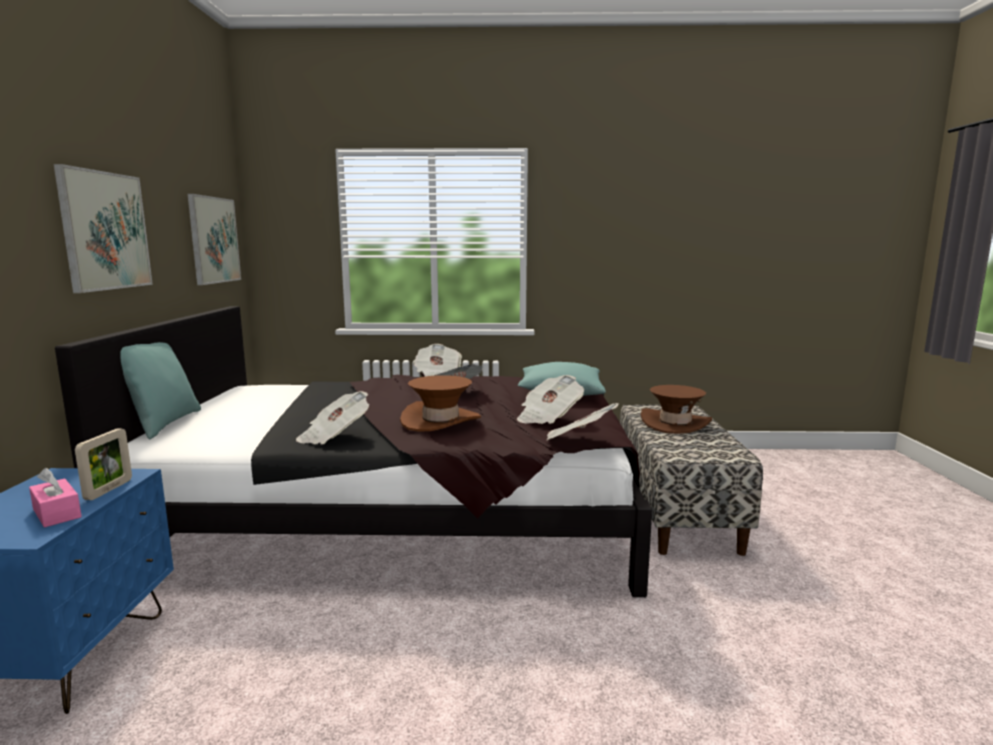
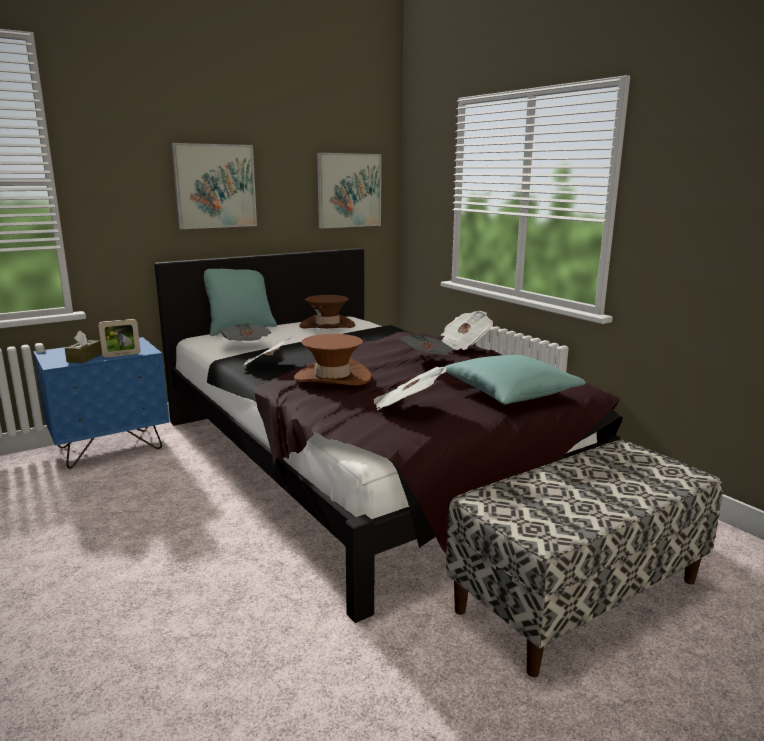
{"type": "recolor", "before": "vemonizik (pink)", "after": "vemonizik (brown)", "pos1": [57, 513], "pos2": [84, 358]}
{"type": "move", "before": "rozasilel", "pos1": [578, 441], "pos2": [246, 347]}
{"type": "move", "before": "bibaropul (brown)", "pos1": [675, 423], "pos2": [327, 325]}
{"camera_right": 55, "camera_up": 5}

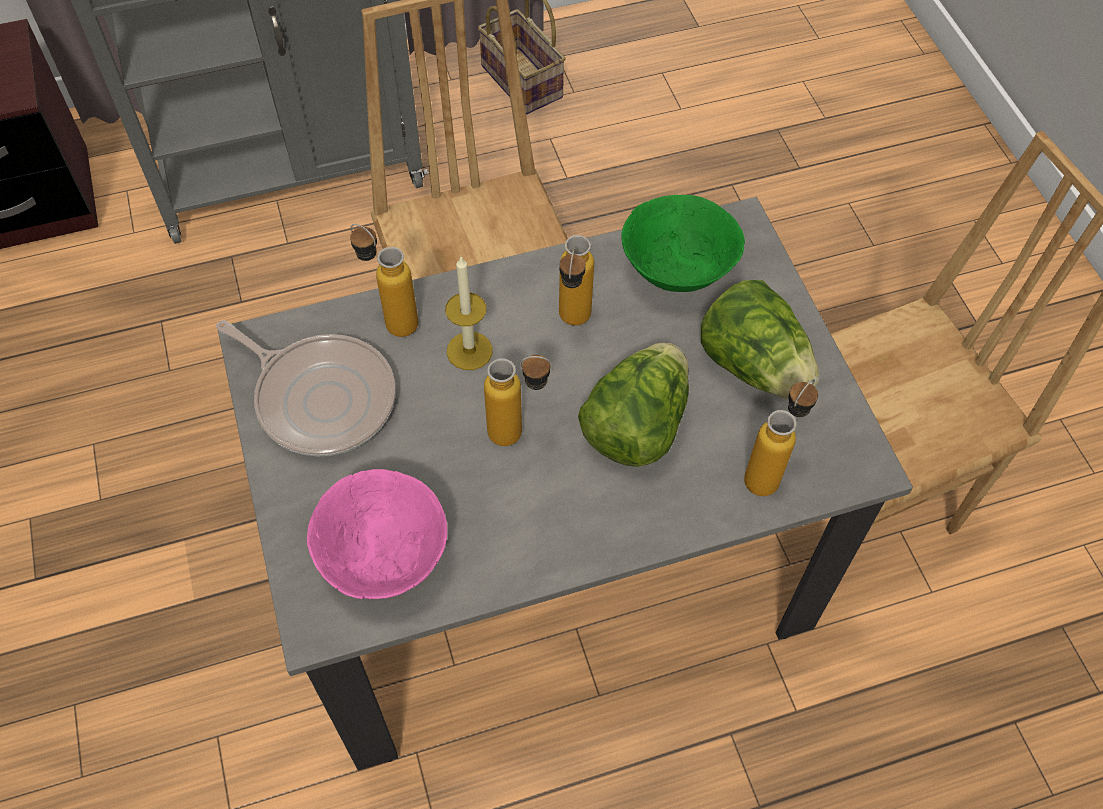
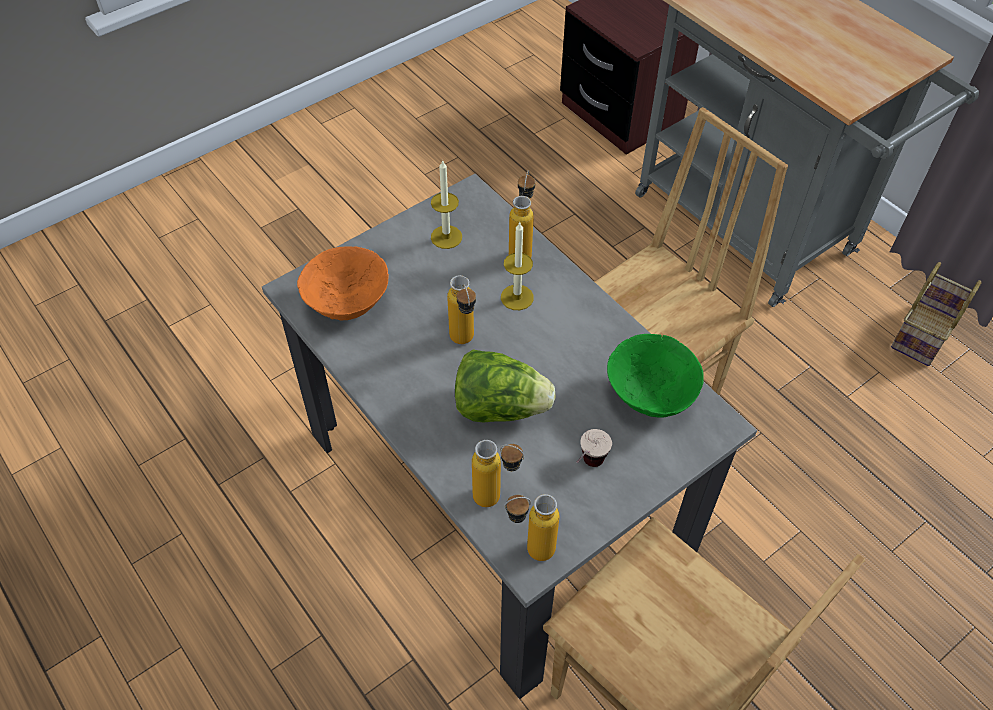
{"type": "replace", "before": "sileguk", "after": "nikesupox", "pos1": [321, 397], "pos2": [446, 237]}
{"type": "recolor", "before": "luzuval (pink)", "after": "luzuval (orange)", "pos1": [383, 558], "pos2": [347, 304]}
{"type": "move", "before": "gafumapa", "pos1": [572, 325], "pos2": [529, 551]}
{"type": "replace", "before": "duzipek", "after": "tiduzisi", "pos1": [754, 366], "pos2": [587, 467]}
{"camera_right": 70, "camera_up": -5}

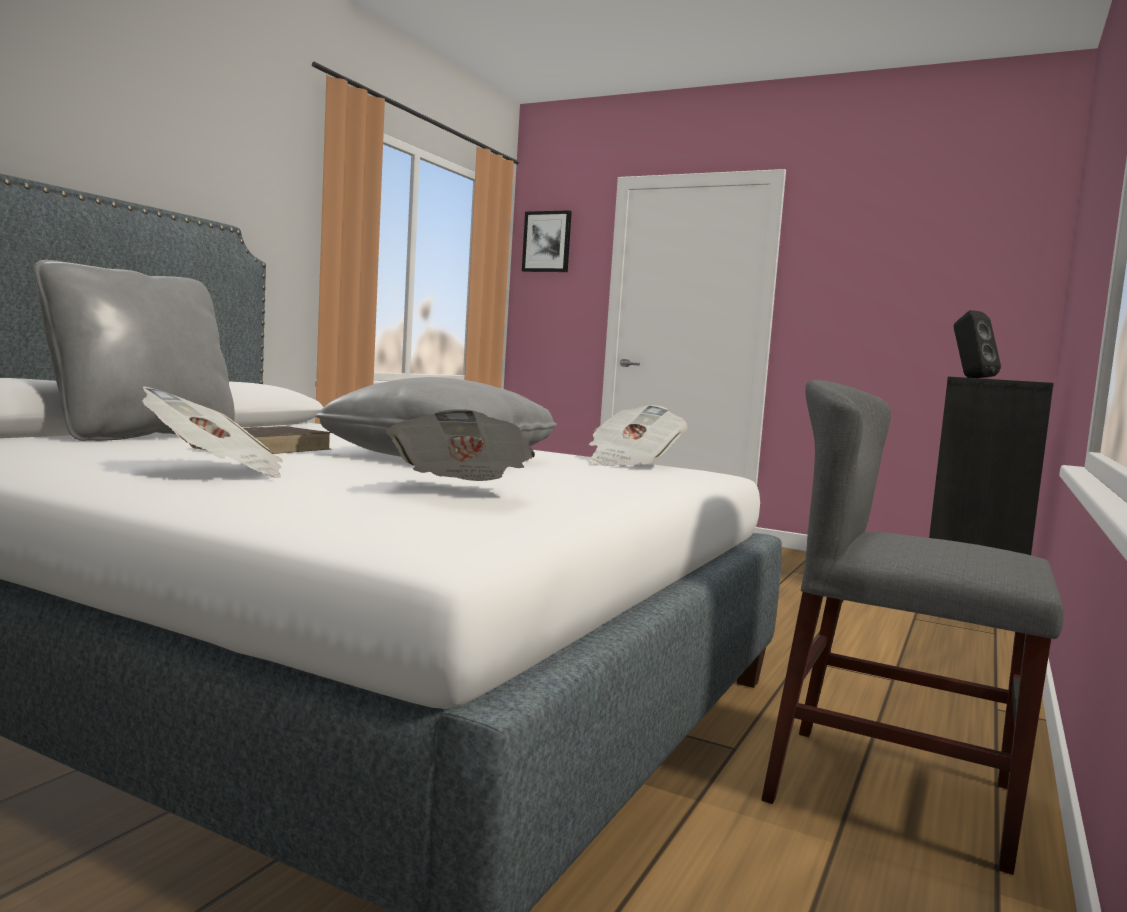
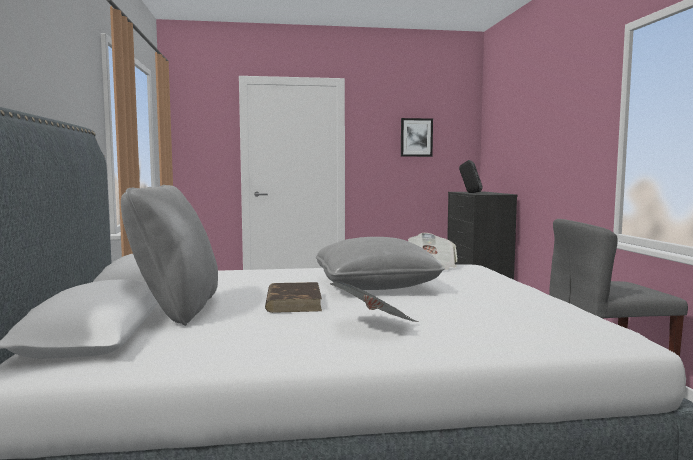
{"type": "delete", "before": "rozasilel", "pos1": [461, 490]}
{"type": "move", "before": "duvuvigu", "pos1": [547, 242], "pos2": [416, 137]}
{"camera_right": -35, "camera_up": 0}

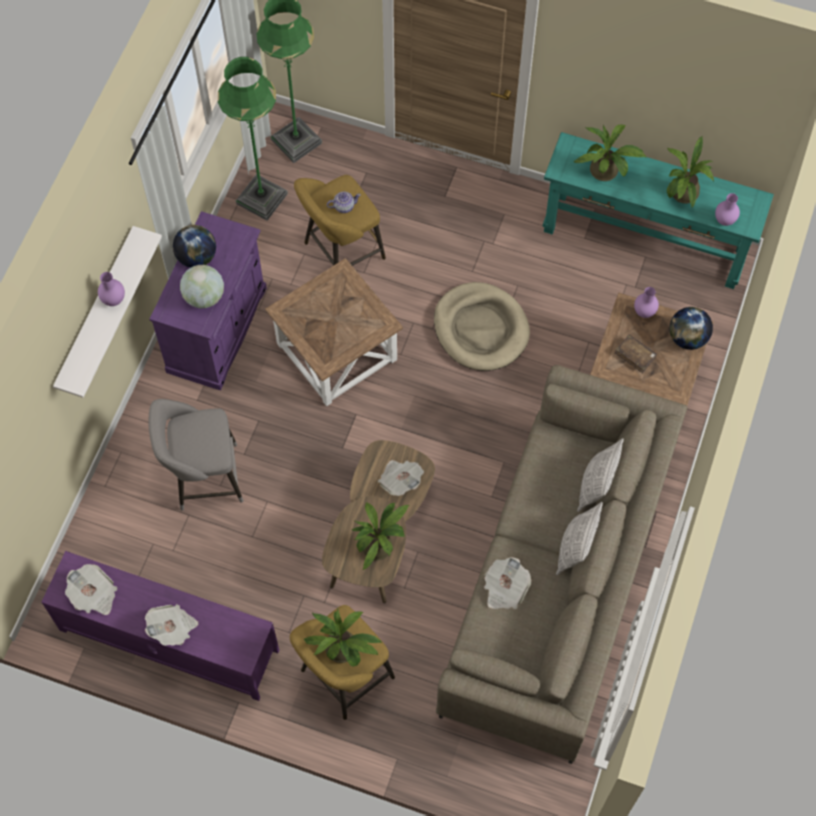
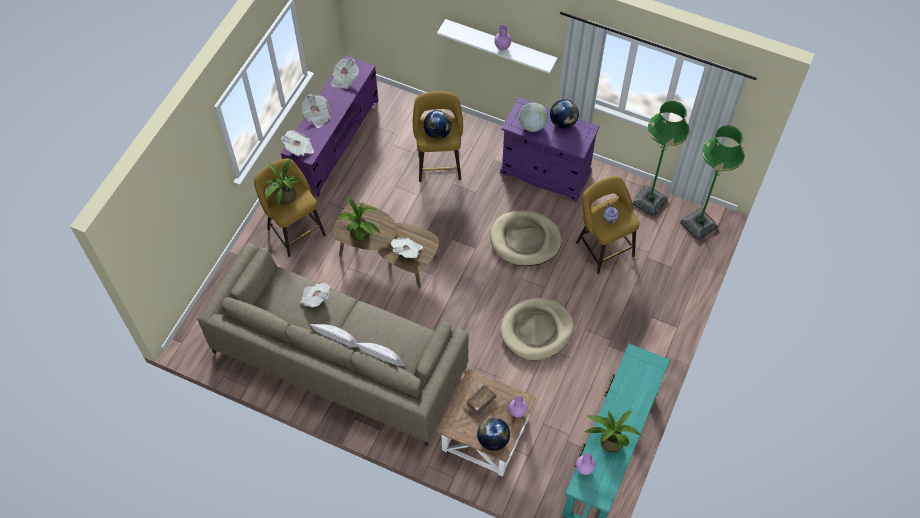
{"type": "recolor", "before": "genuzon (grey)", "after": "genuzon (yellow)", "pos1": [203, 477], "pos2": [439, 162]}
{"type": "replace", "before": "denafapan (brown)", "after": "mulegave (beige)", "pos1": [337, 350], "pos2": [525, 240]}
{"type": "delete", "before": "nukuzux", "pos1": [607, 172]}
{"type": "insert", "after": "rozasilel", "pos2": [299, 148]}
{"type": "insert", "after": "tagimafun", "pos2": [438, 133]}
{"camera_right": 95, "camera_up": -5}

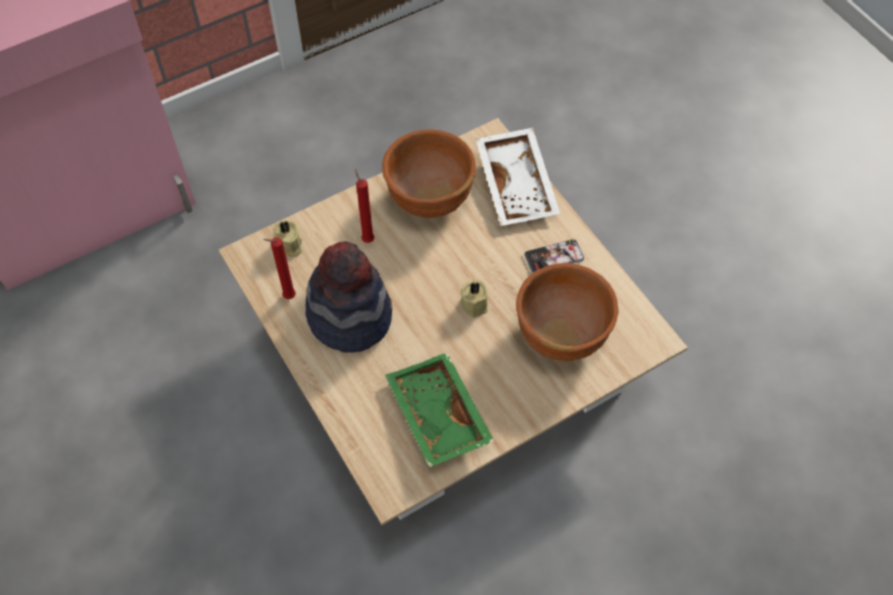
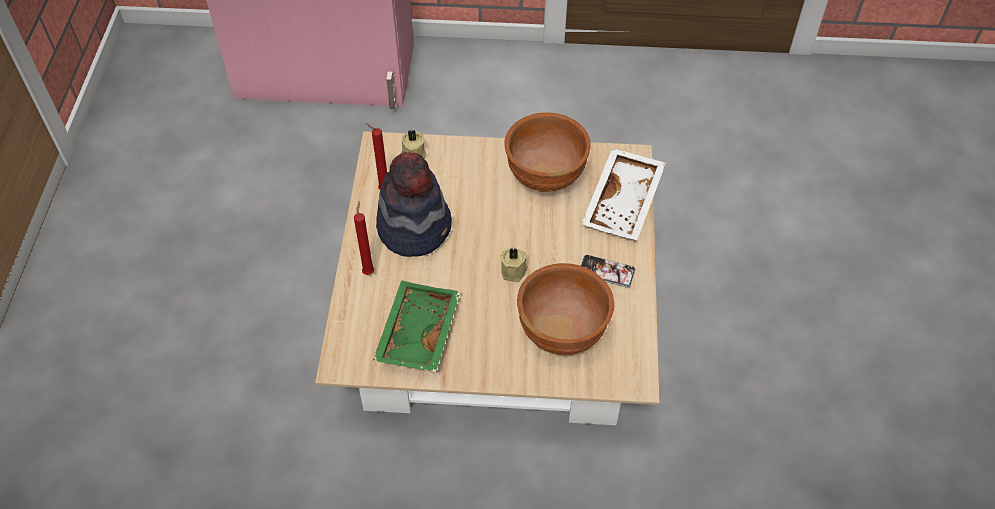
{"type": "move", "before": "nikesupox (red)", "pos1": [367, 239], "pos2": [369, 271]}
{"camera_right": 35, "camera_up": -5}

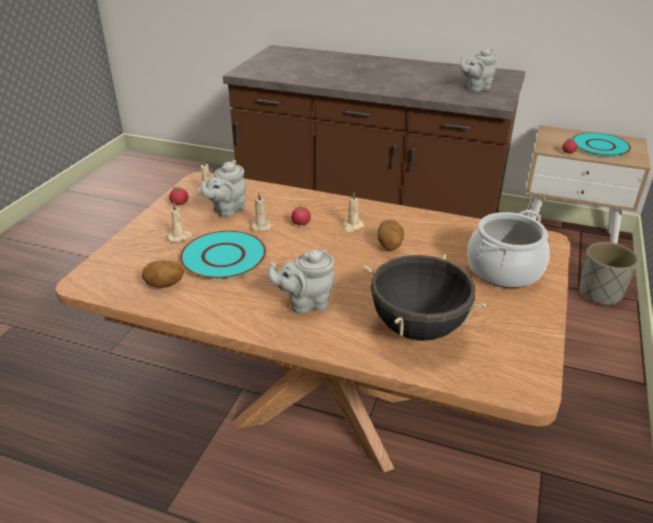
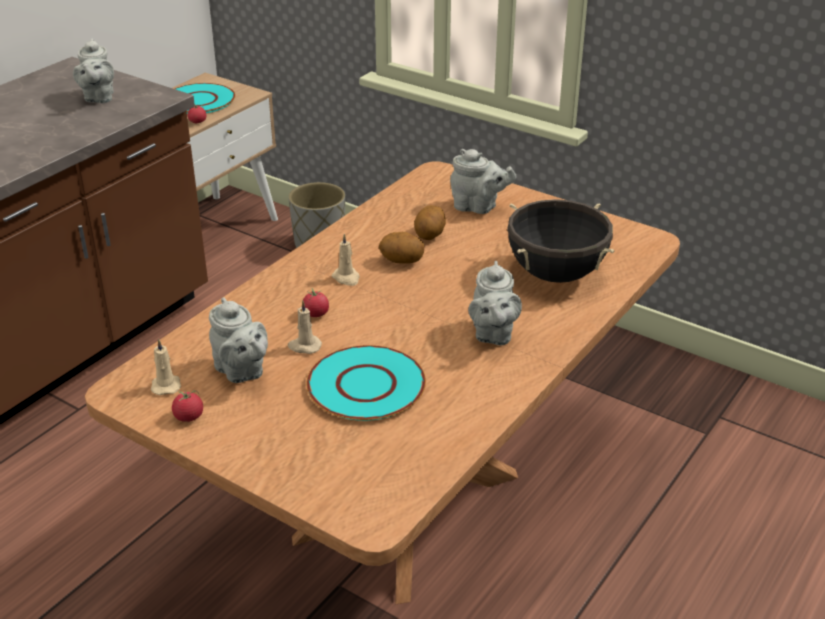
{"type": "move", "before": "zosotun", "pos1": [165, 285], "pos2": [430, 235]}
{"type": "delete", "before": "nikesupox (beige)", "pos1": [180, 237]}
{"type": "replace", "before": "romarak", "after": "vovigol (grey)", "pos1": [503, 270], "pos2": [478, 207]}
{"camera_right": -75, "camera_up": 0}

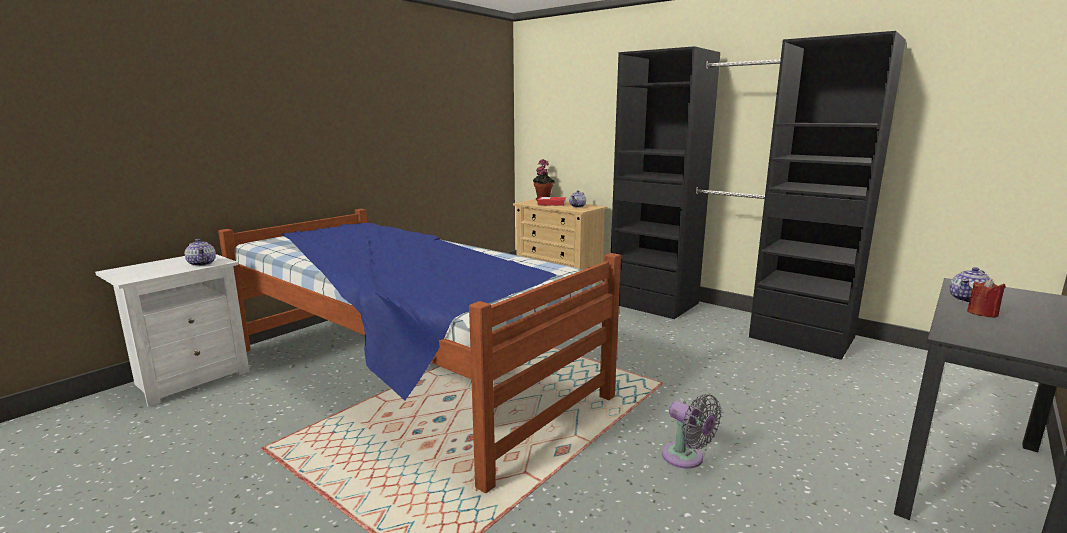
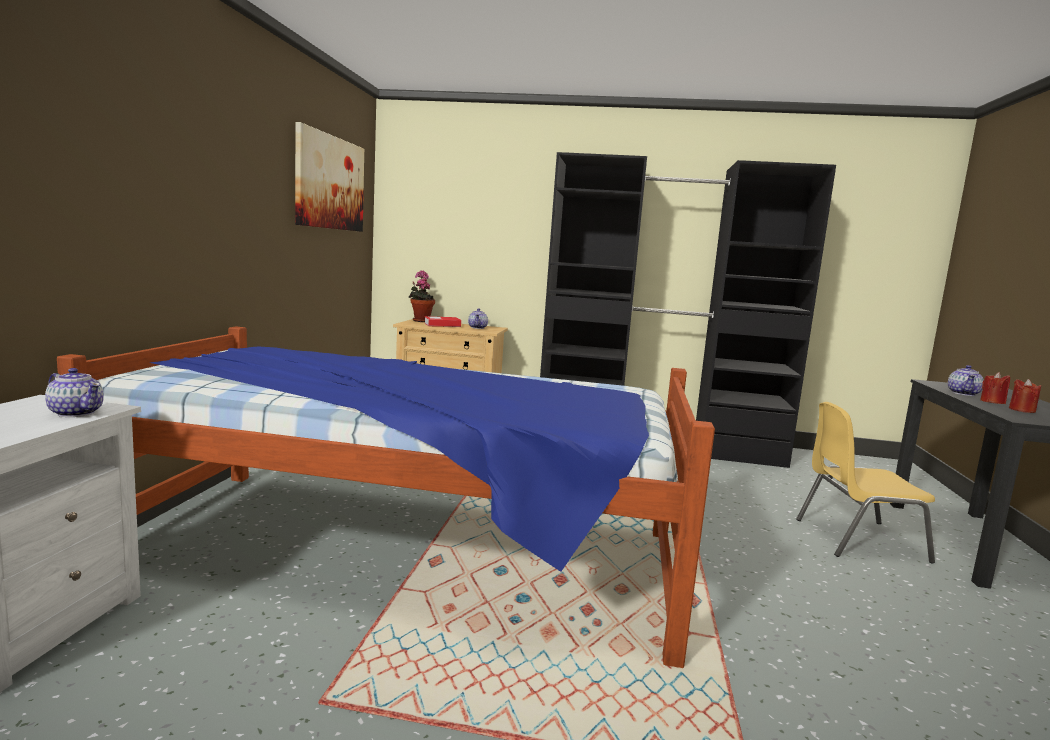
{"type": "delete", "before": "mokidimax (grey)", "pos1": [686, 458]}
{"type": "insert", "after": "duvuvigu", "pos2": [330, 183]}
{"type": "insert", "after": "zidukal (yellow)", "pos2": [857, 539]}
{"type": "insert", "after": "nikesupox (red)", "pos2": [1022, 410]}
{"camera_right": -30, "camera_up": -5}

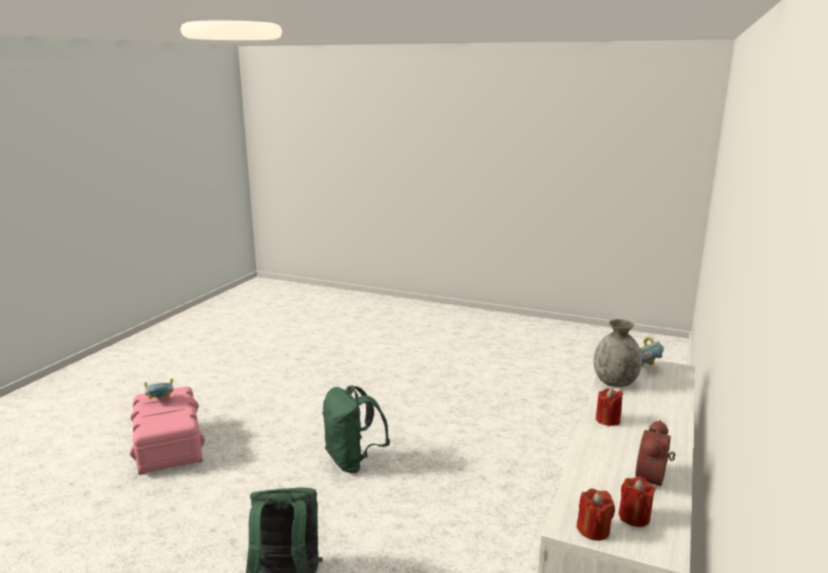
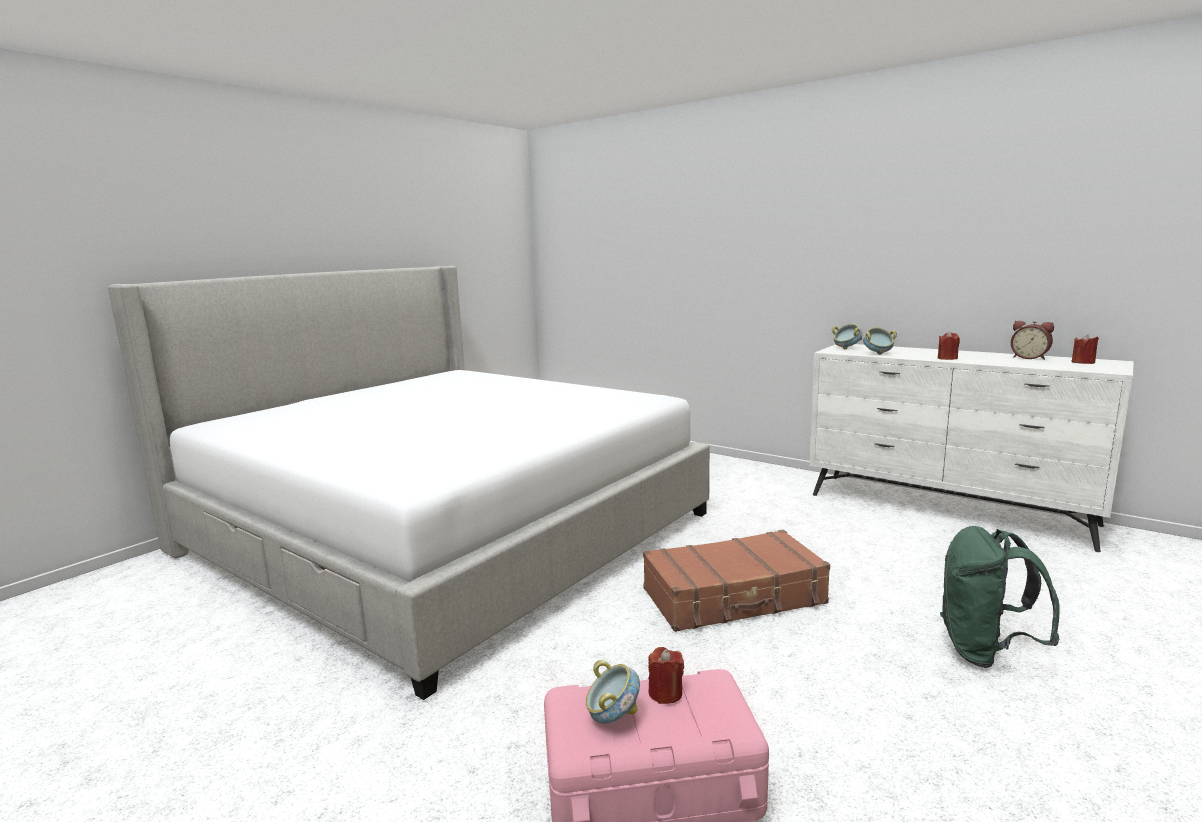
{"type": "replace", "before": "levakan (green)", "after": "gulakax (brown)", "pos1": [353, 461], "pos2": [734, 597]}
{"type": "move", "before": "nikesupox (red)", "pos1": [593, 530], "pos2": [665, 693]}
{"type": "replace", "before": "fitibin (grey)", "after": "luzuval", "pos1": [614, 382], "pos2": [877, 354]}
{"type": "insert", "after": "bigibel", "pos2": [445, 532]}
{"camera_right": -75, "camera_up": -5}

